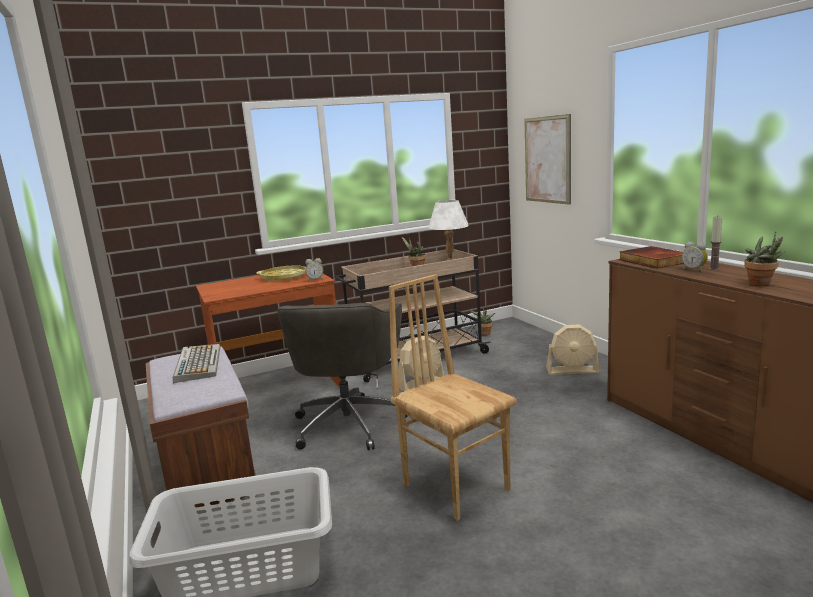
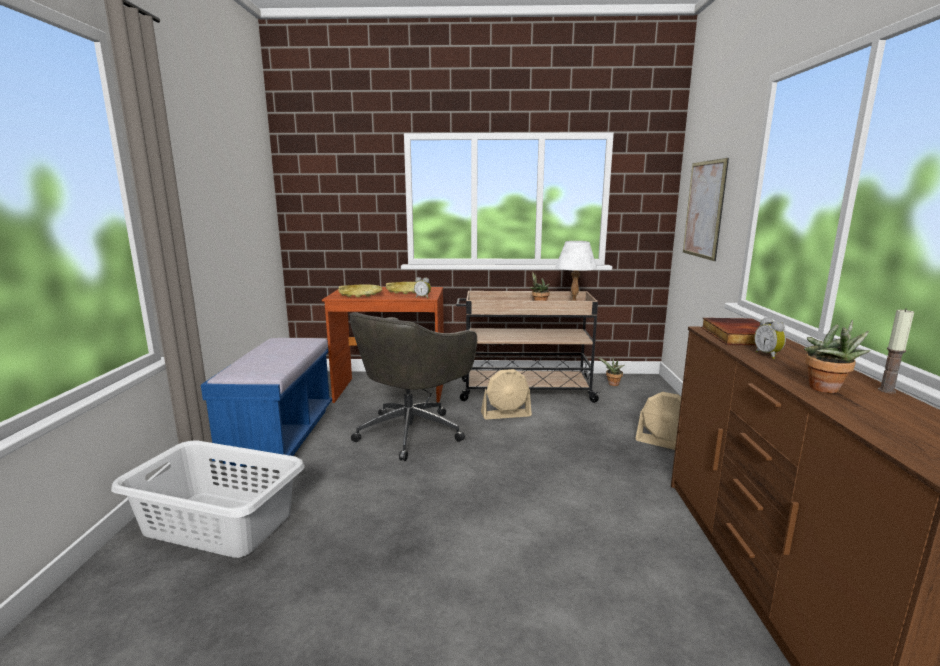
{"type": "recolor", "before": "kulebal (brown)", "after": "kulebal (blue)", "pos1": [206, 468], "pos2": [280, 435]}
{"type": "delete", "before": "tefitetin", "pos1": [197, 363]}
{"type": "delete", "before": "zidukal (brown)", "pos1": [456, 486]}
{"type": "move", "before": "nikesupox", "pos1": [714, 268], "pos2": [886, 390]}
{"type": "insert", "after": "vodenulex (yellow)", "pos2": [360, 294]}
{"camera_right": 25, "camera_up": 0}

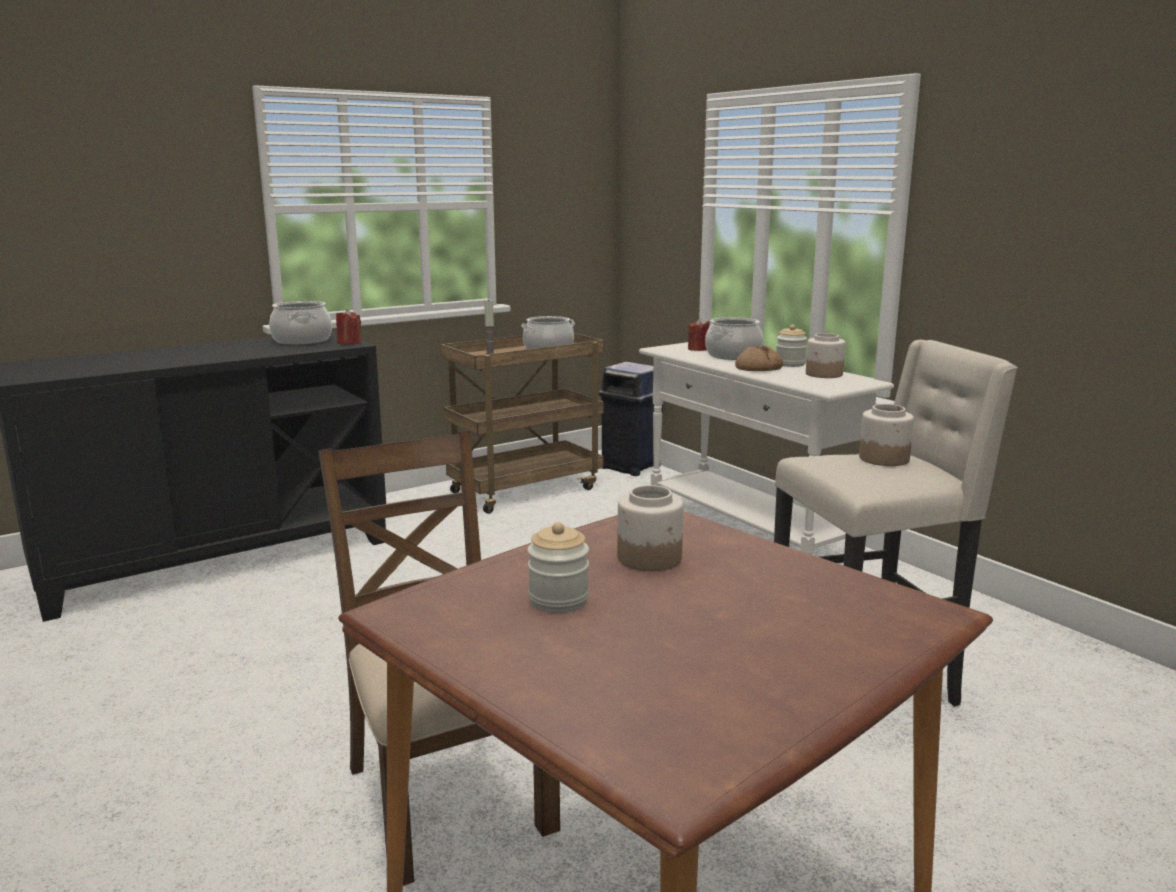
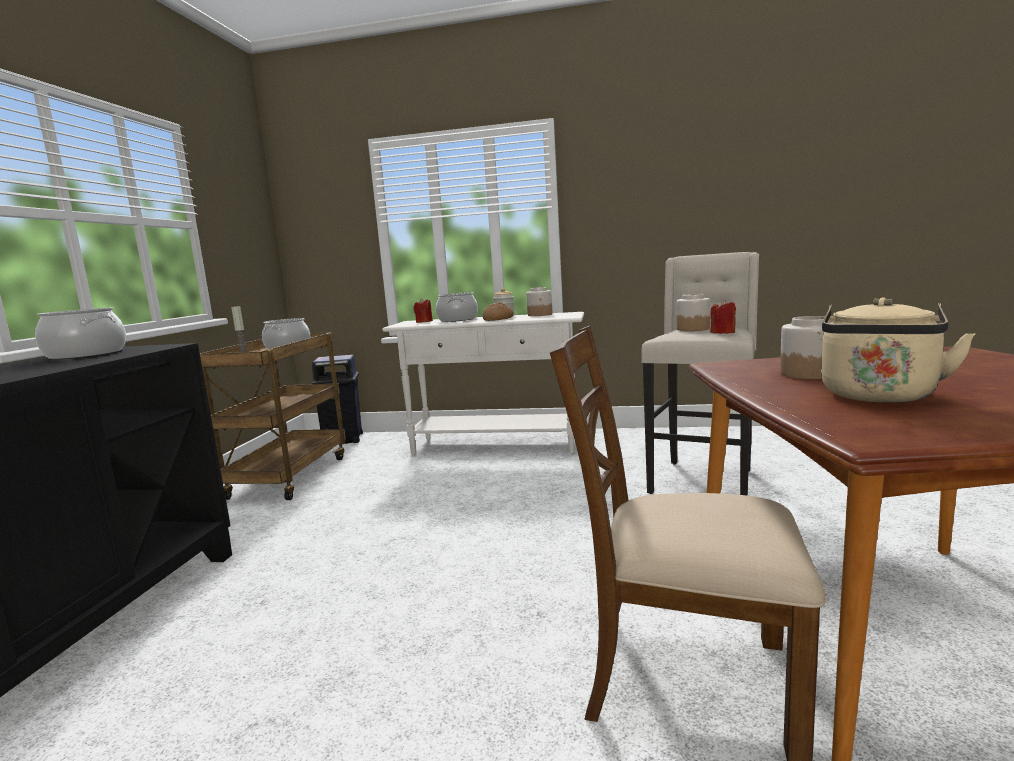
{"type": "move", "before": "nikesupox (red)", "pos1": [349, 343], "pos2": [723, 332]}
{"type": "replace", "before": "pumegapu", "after": "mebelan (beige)", "pos1": [558, 599], "pos2": [878, 397]}
{"camera_right": -45, "camera_up": -5}

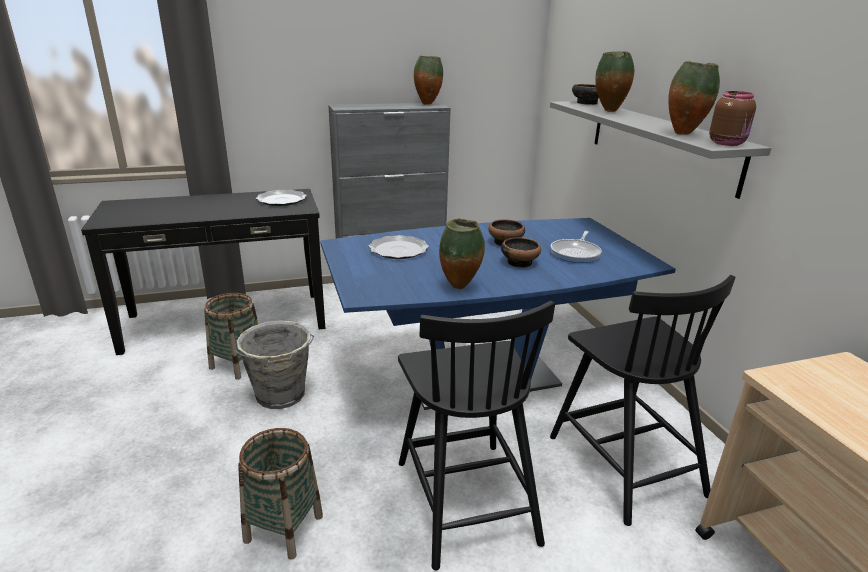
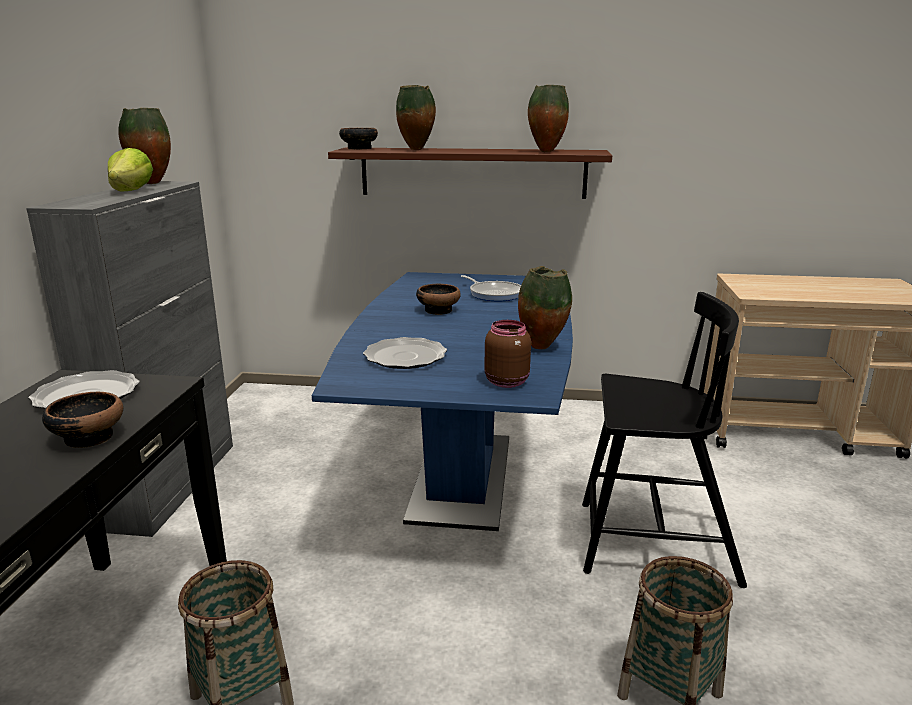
{"type": "delete", "before": "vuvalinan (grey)", "pos1": [280, 396]}
{"type": "move", "before": "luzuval", "pos1": [519, 262], "pos2": [89, 437]}
{"type": "recolor", "before": "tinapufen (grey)", "after": "tinapufen (brown)", "pos1": [660, 143], "pos2": [472, 172]}
{"type": "delete", "before": "zidukal (black)", "pos1": [623, 463]}
{"type": "move", "before": "pumegapu (brown)", "pos1": [727, 143], "pos2": [506, 381]}
{"type": "insert", "after": "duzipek", "pos2": [132, 191]}
{"camera_right": -65, "camera_up": -5}

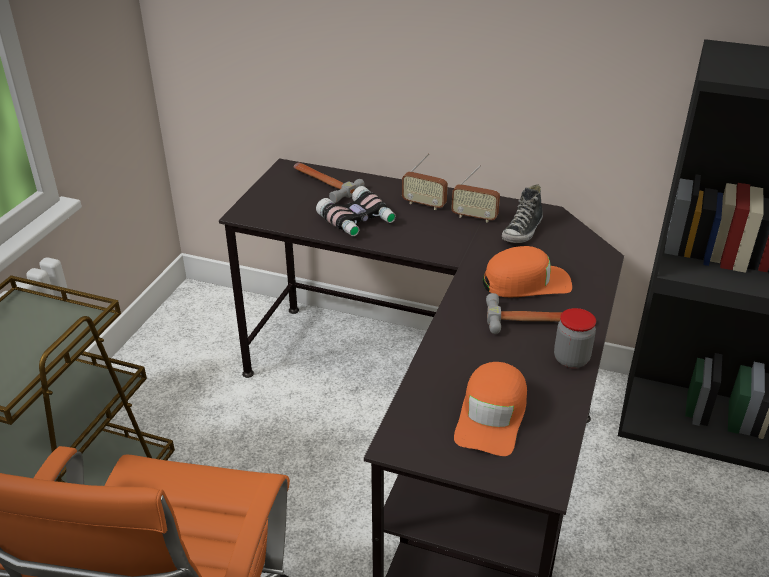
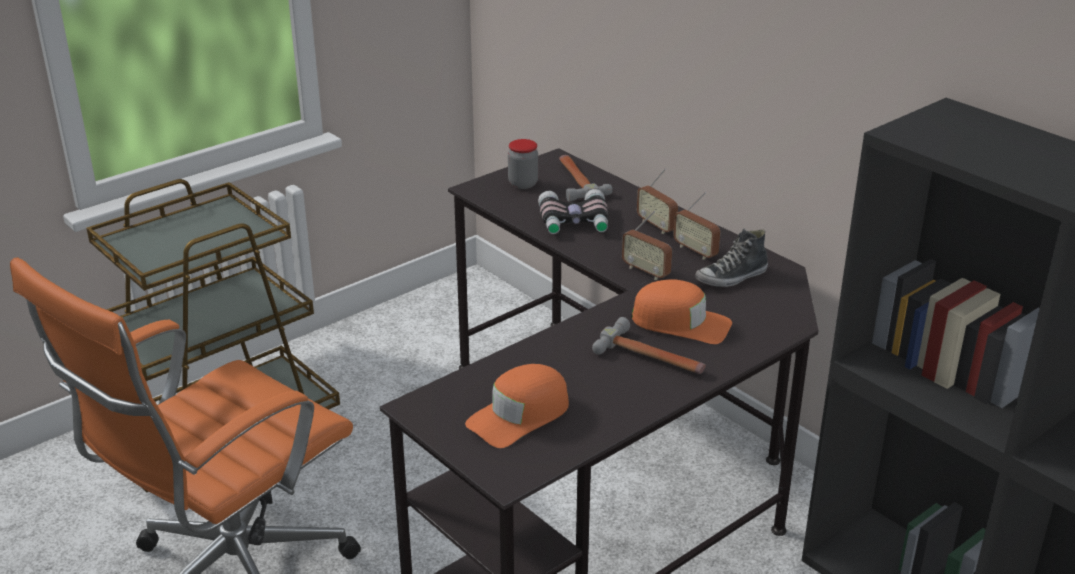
{"type": "move", "before": "pumegapu", "pos1": [571, 359], "pos2": [523, 184]}
{"type": "insert", "after": "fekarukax", "pos2": [646, 271]}
{"camera_right": 30, "camera_up": -5}

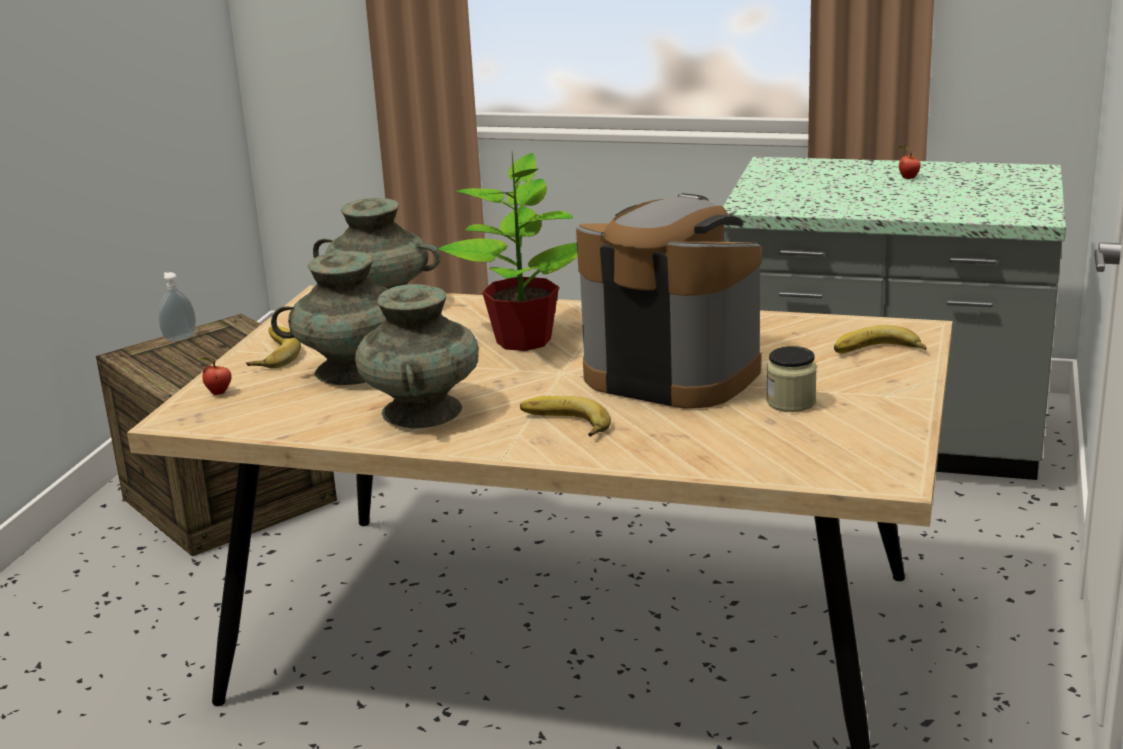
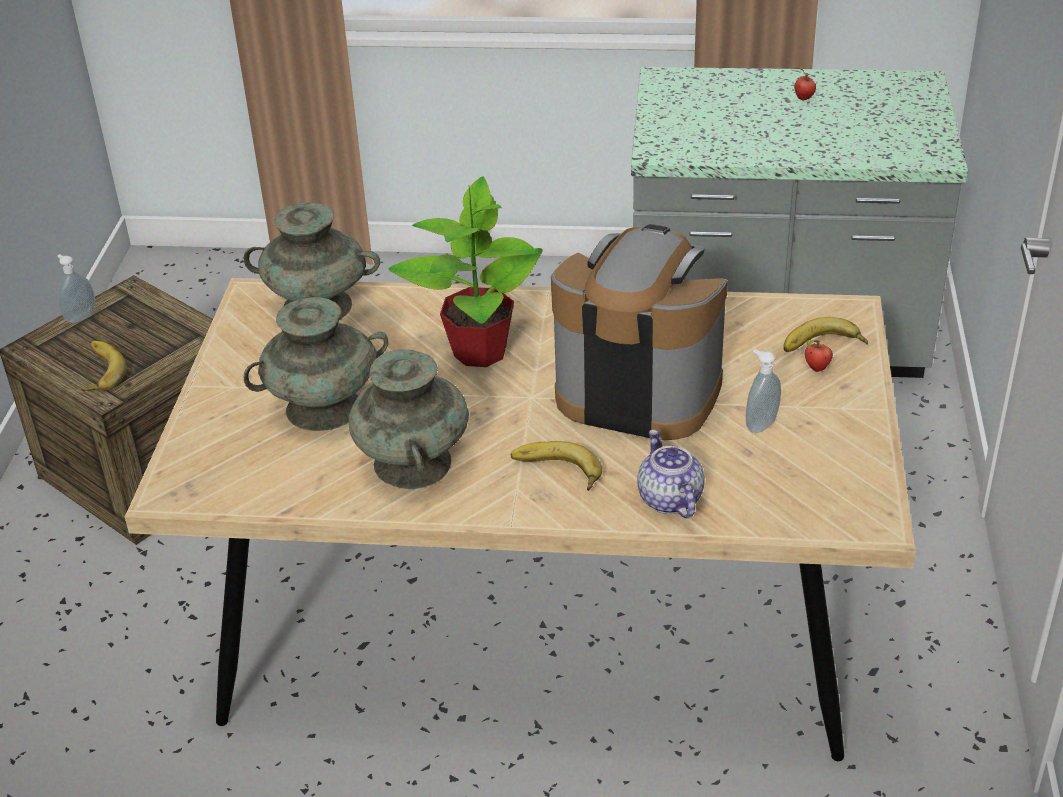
{"type": "move", "before": "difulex", "pos1": [217, 393], "pos2": [816, 369]}
{"type": "move", "before": "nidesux", "pos1": [270, 354], "pos2": [98, 371]}
{"type": "replace", "before": "pumegapu", "after": "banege", "pos1": [791, 402], "pos2": [759, 424]}
{"type": "insert", "after": "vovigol", "pos2": [668, 499]}
{"camera_right": -10, "camera_up": 15}

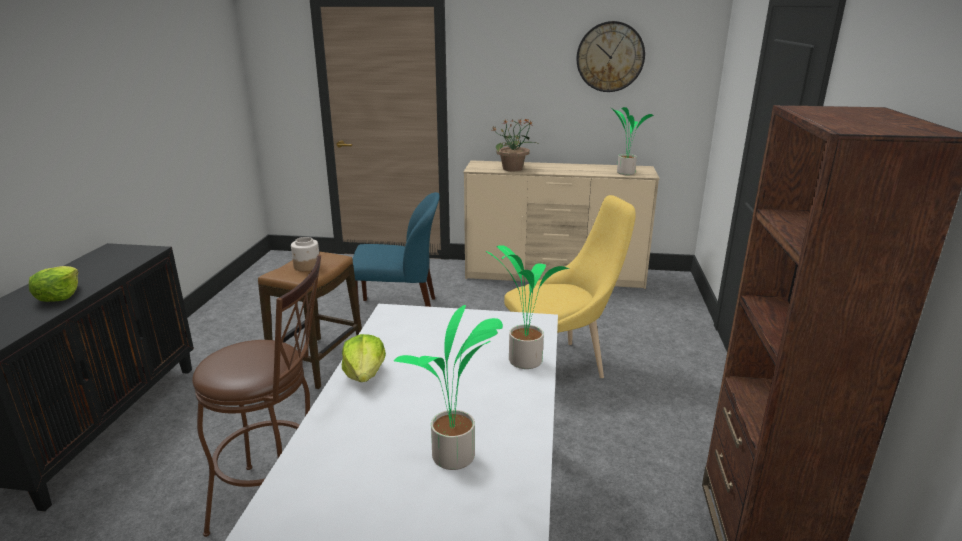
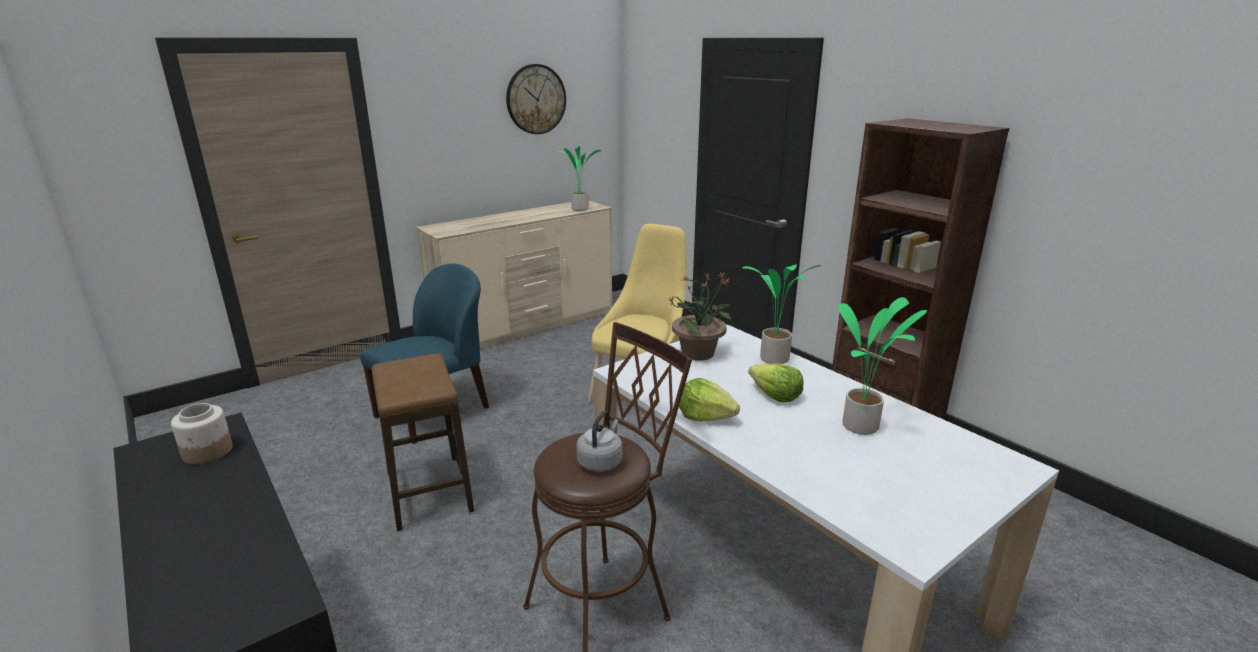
{"type": "move", "before": "duzipek", "pos1": [59, 296], "pos2": [775, 396]}
{"type": "move", "before": "pumegapu", "pos1": [307, 266], "pos2": [208, 452]}
{"type": "move", "before": "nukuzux", "pos1": [513, 169], "pos2": [699, 353]}
{"type": "insert", "after": "mebelan (grey)", "pos2": [601, 461]}
{"camera_right": -45, "camera_up": 0}

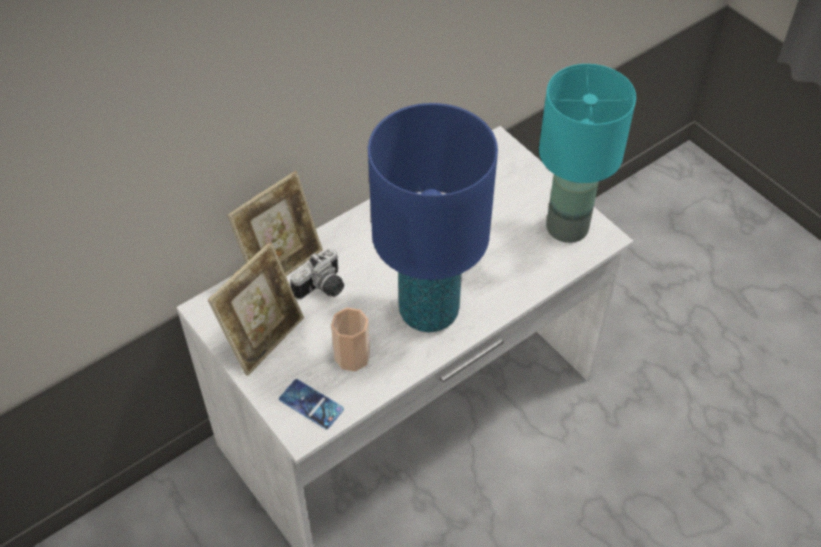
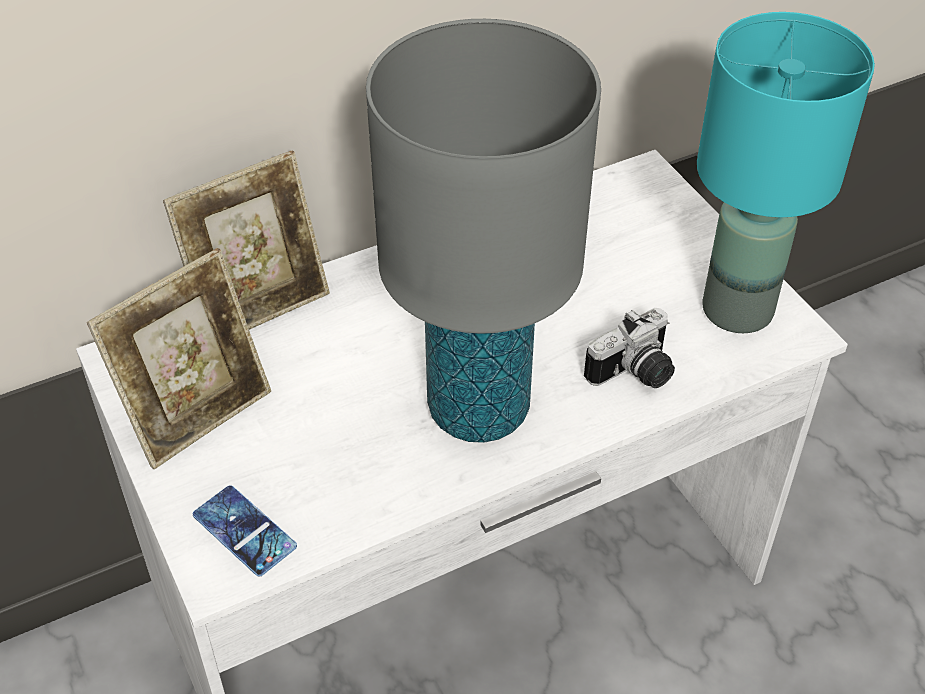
{"type": "move", "before": "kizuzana", "pos1": [323, 288], "pos2": [635, 374]}
{"type": "delete", "before": "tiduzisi", "pos1": [352, 356]}
{"type": "recolor", "before": "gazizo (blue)", "after": "gazizo (grey)", "pos1": [428, 312], "pos2": [478, 410]}
{"camera_right": 10, "camera_up": -5}

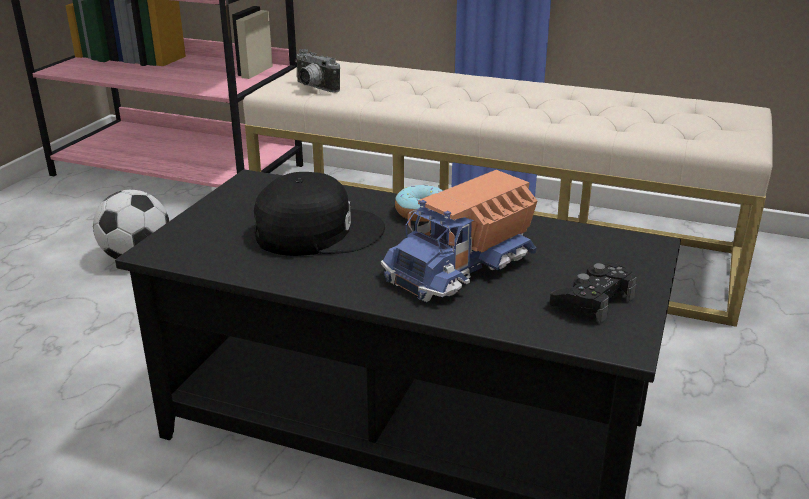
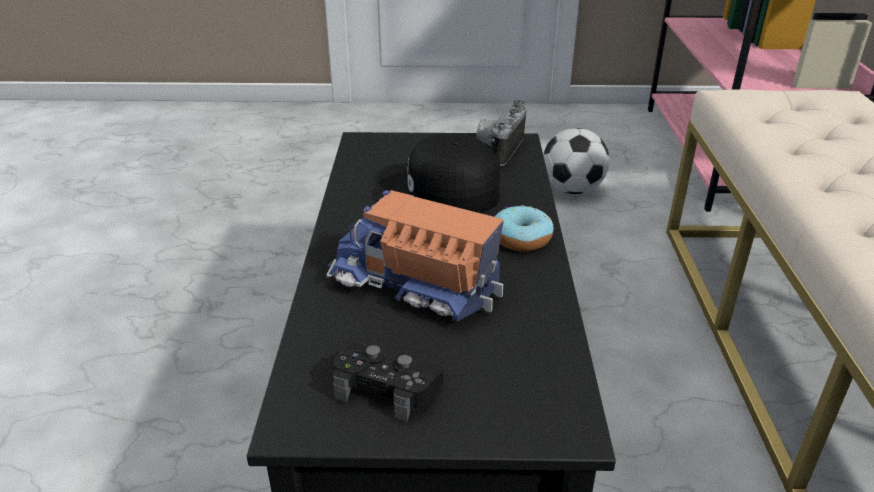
{"type": "rotate", "before": "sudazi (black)", "pos1": [317, 231], "pos2": [439, 194], "turn": 120}
{"type": "move", "before": "kizuzana", "pos1": [313, 88], "pos2": [498, 149]}
{"camera_right": 70, "camera_up": 5}

